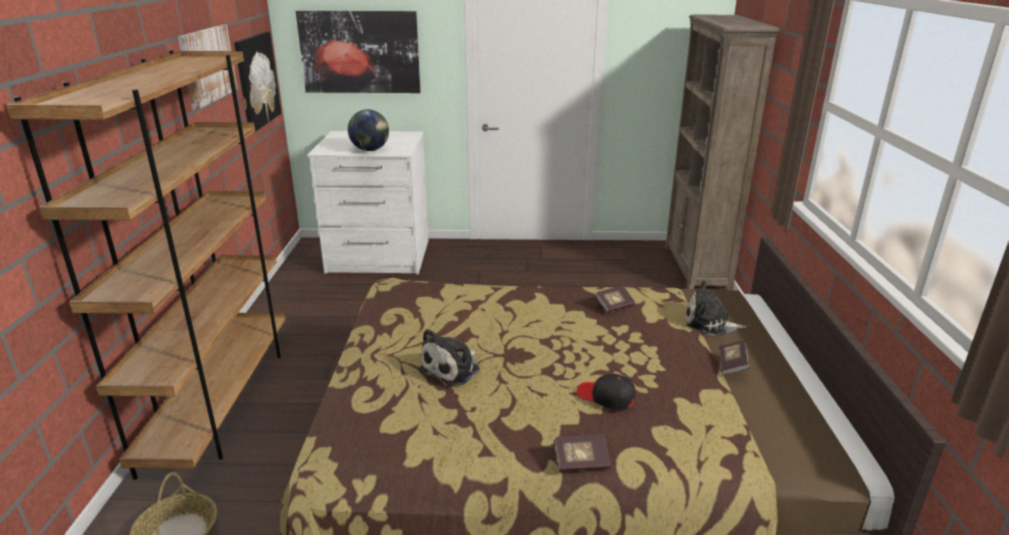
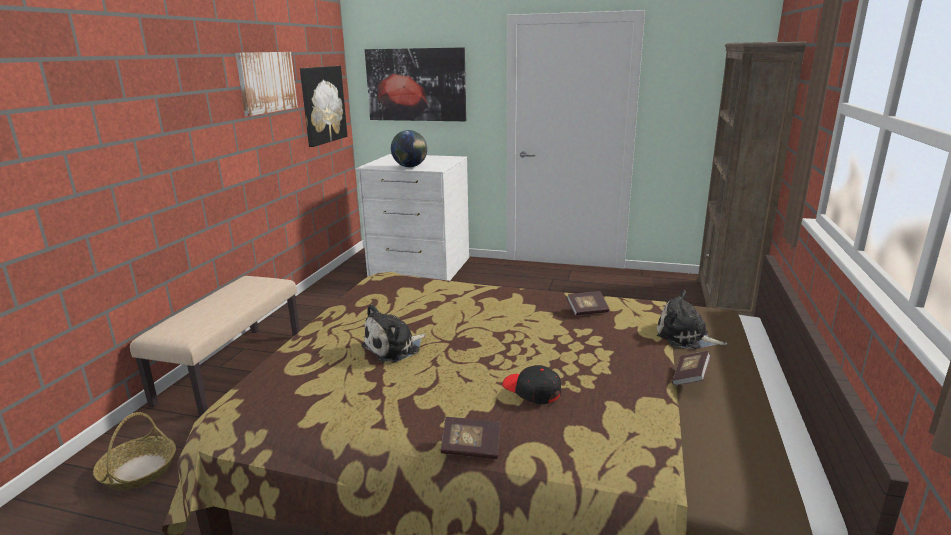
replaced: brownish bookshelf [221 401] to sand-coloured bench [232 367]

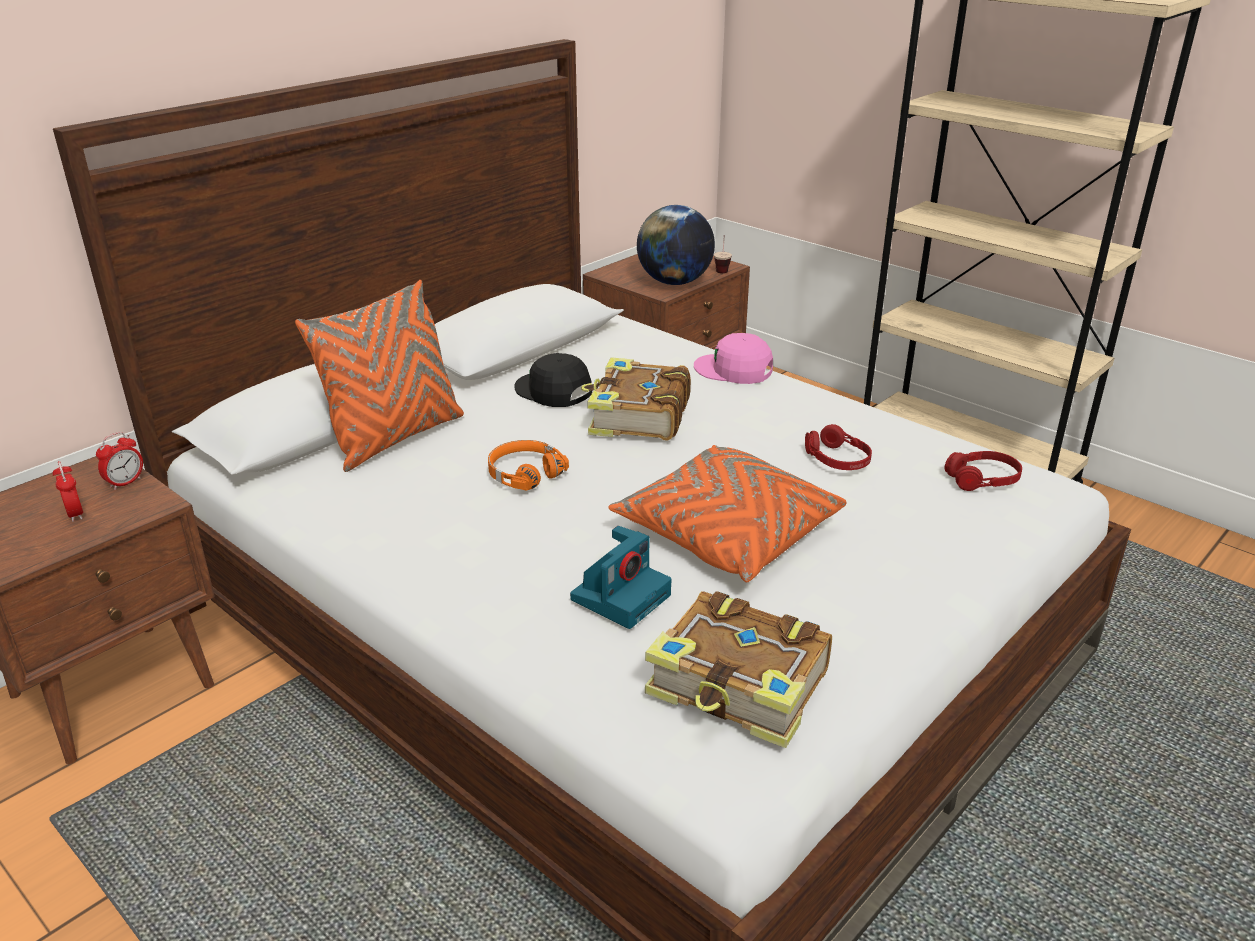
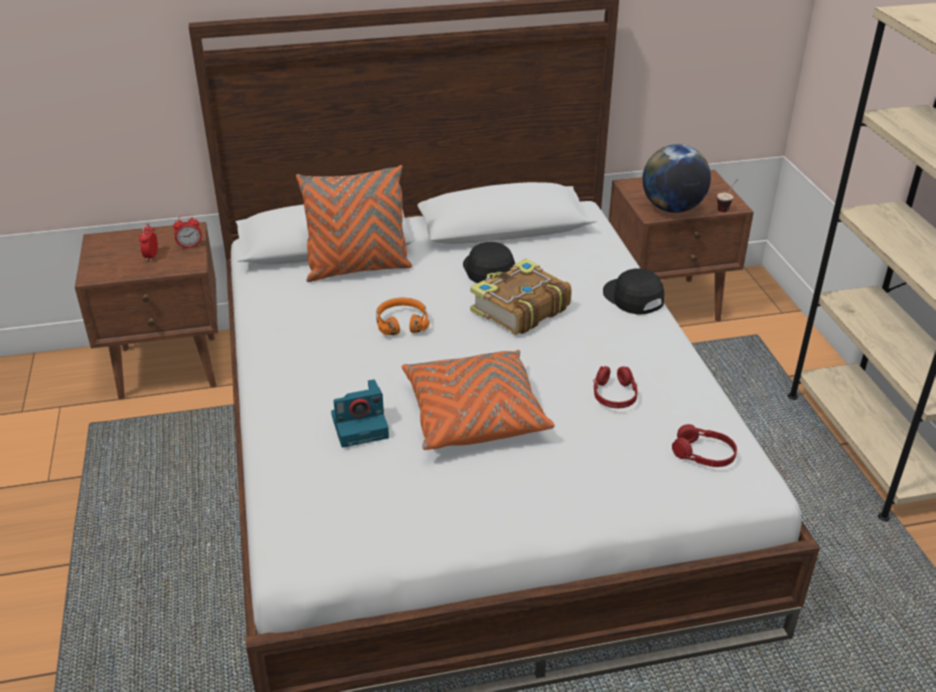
removed: volume [740 687]
recoloured: pink peaked cap [734 369] to black-coloured peaked cap [633 297]

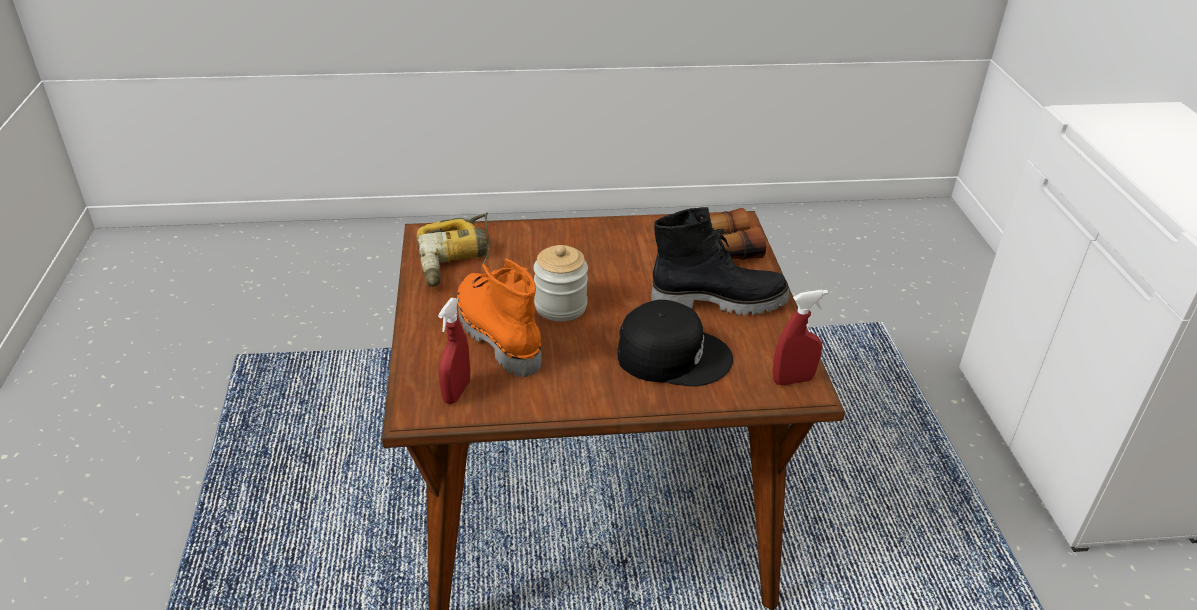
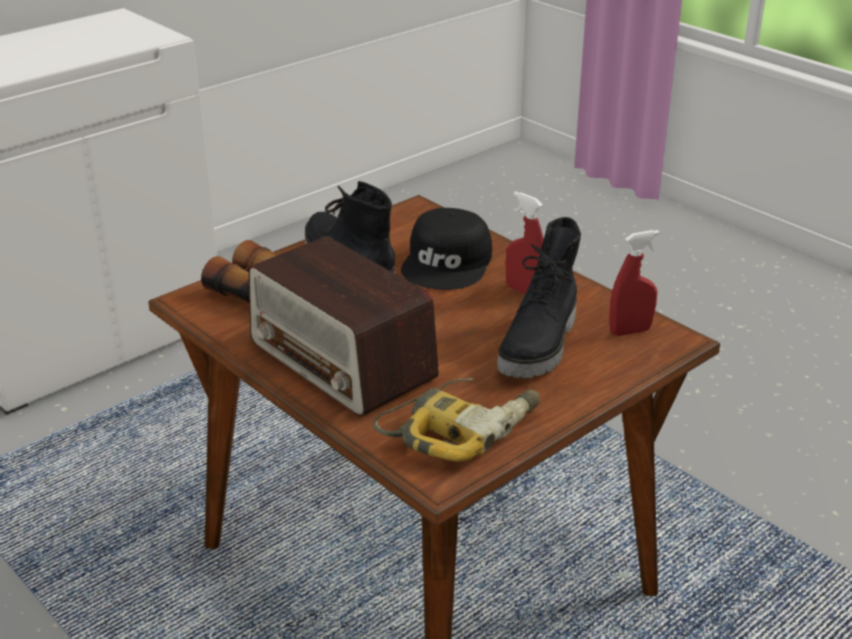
removed: jar [560 306]
added: radio set [342 361]
moved: red-coloured sprayer [793 380] to [524 291]
recoloured: orangey boot [496 335] to black-coloured boot [541 346]
turned: black-coloured peaked cap [672 354] = [448 263] 135 degrees counterclockwise

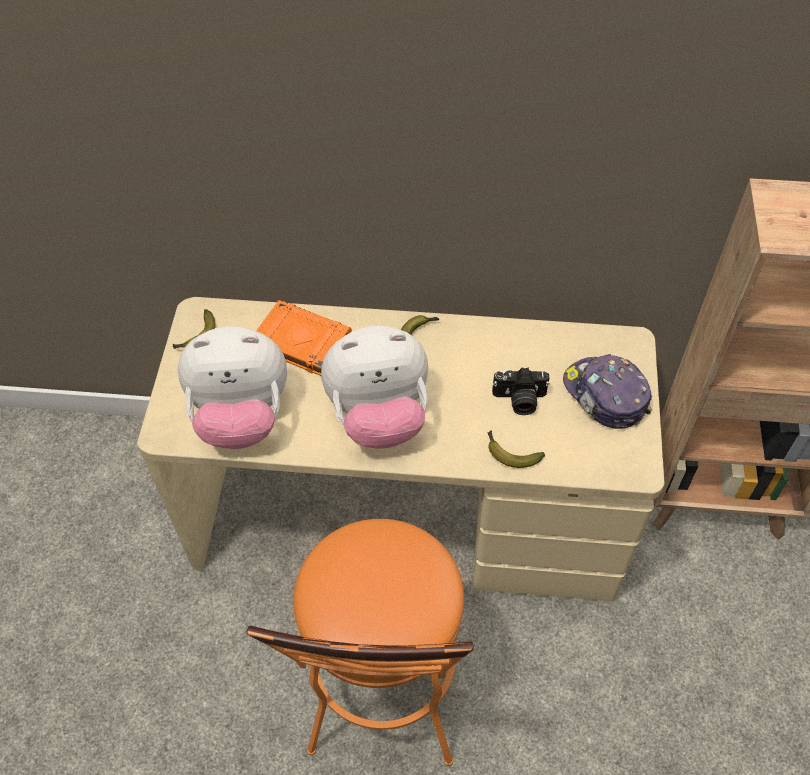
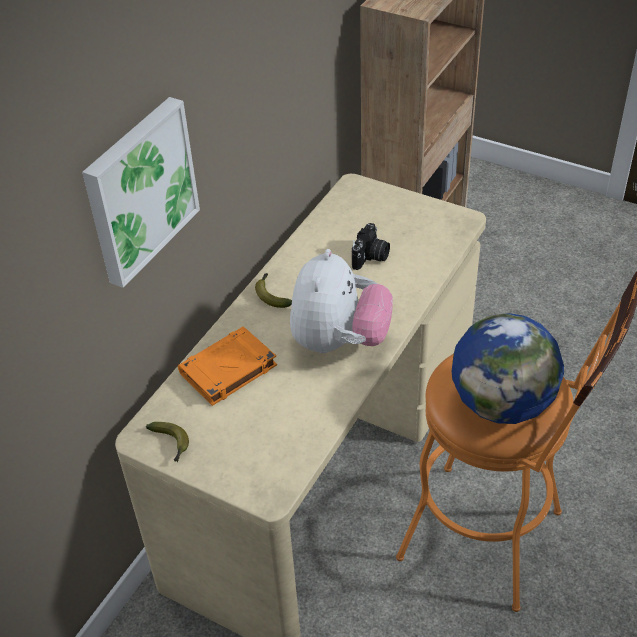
removed: cuddly toy [241 417]; peaked cap [604 396]; whole banana [510 453]
added: picture [139 190]; world globe [502 404]

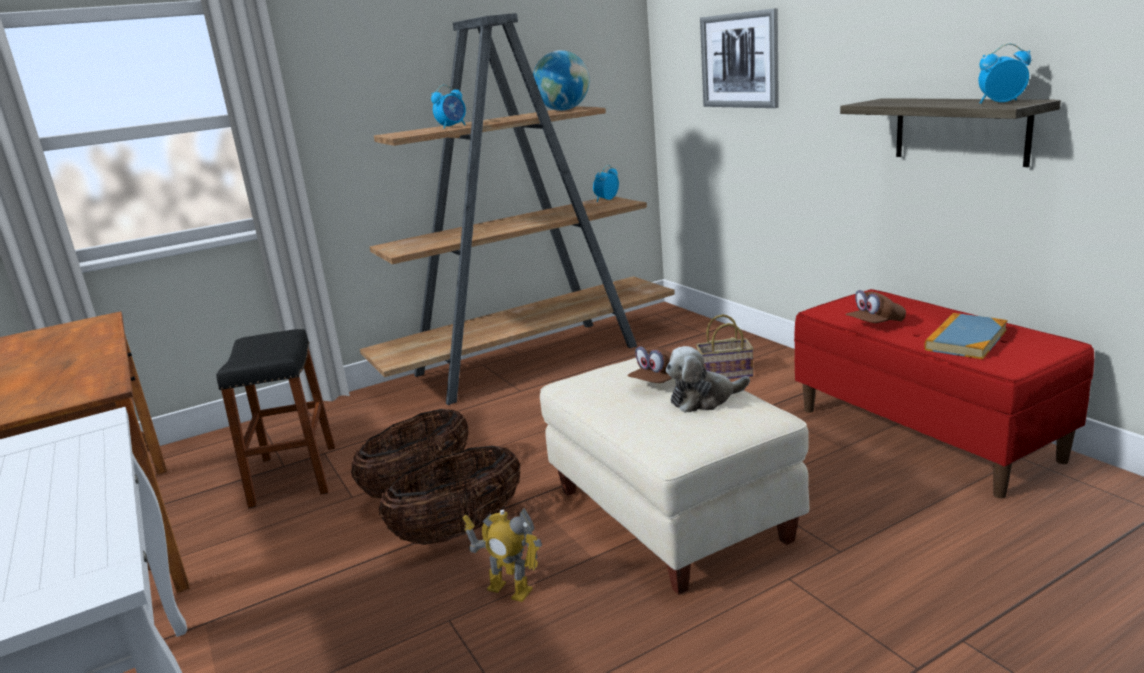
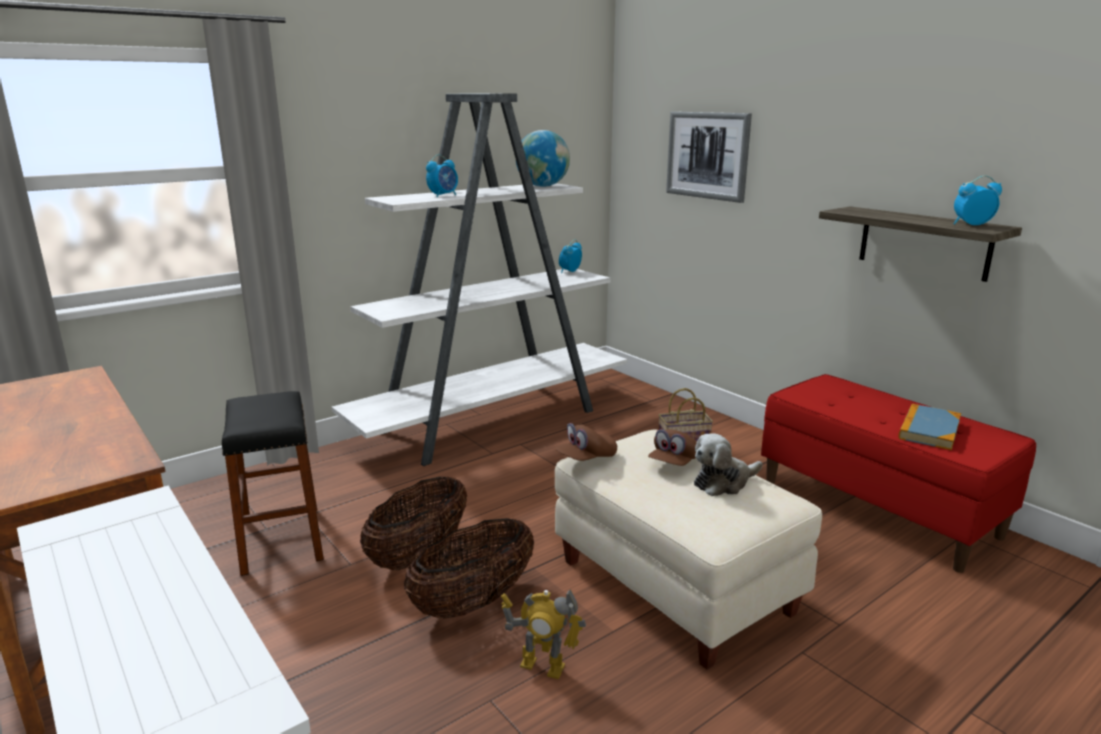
moved: brownish peaked cap [875 324] to [586 459]
recoloured: brownish bookshelf [530 360] to white-coloured bookshelf [492 421]

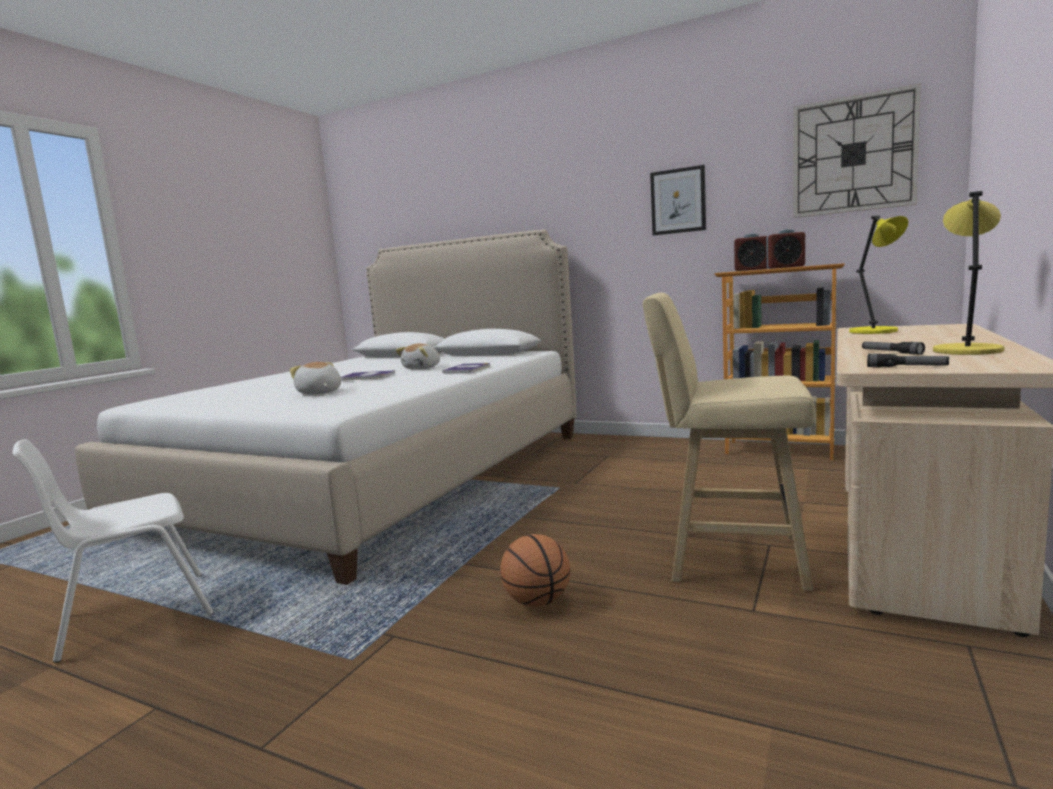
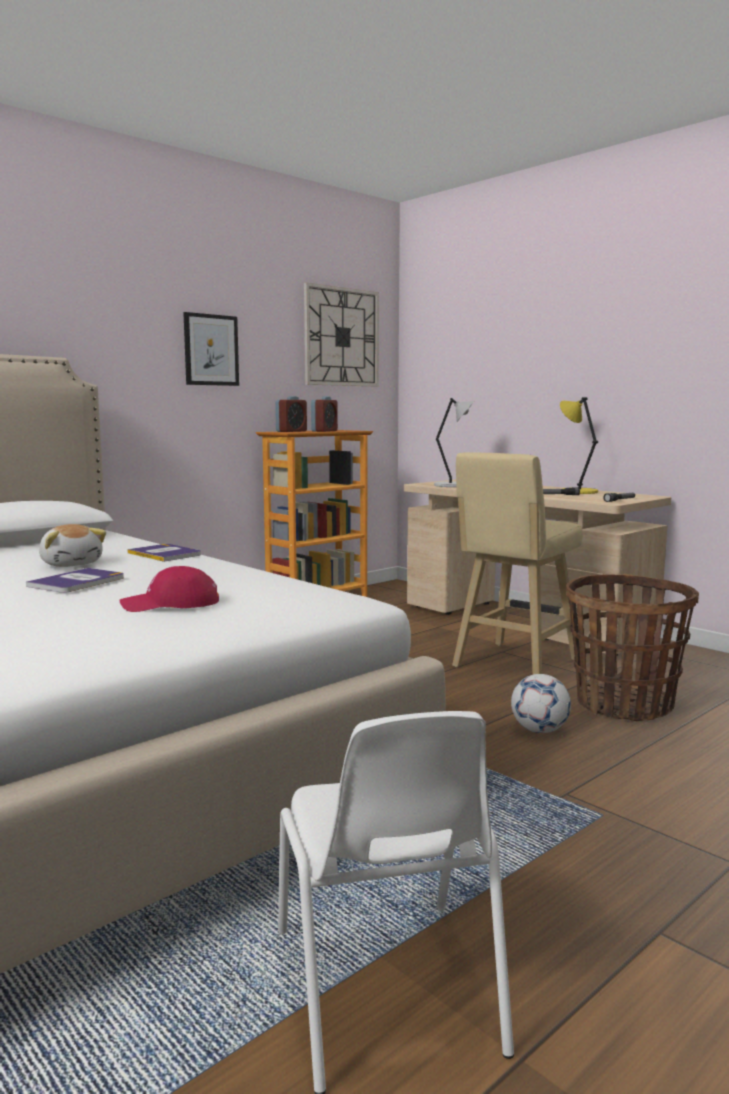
added: basket [624 705]
replaced: cuddly toy [319 393] to red-coloured peaked cap [171 604]; basketball [538 602] to football [539 730]
recoloured: yellow-coloured lamp for a table [875 331] to gray lamp for a table [452 485]

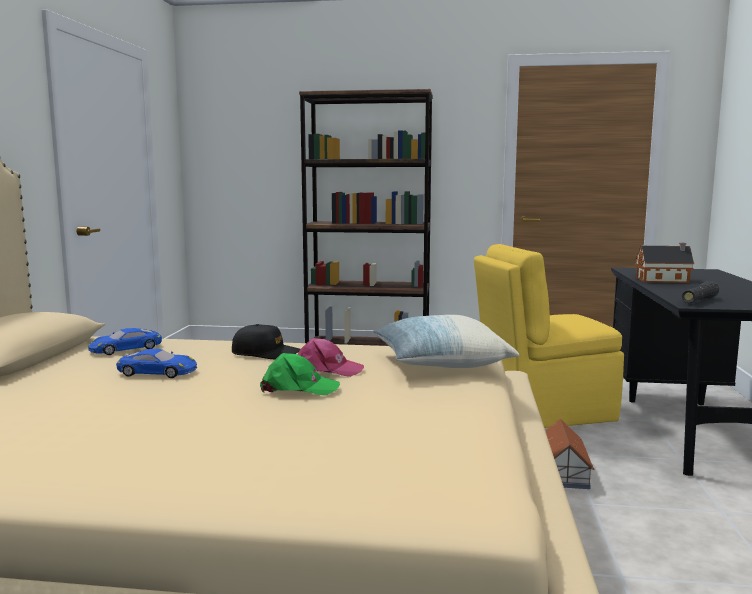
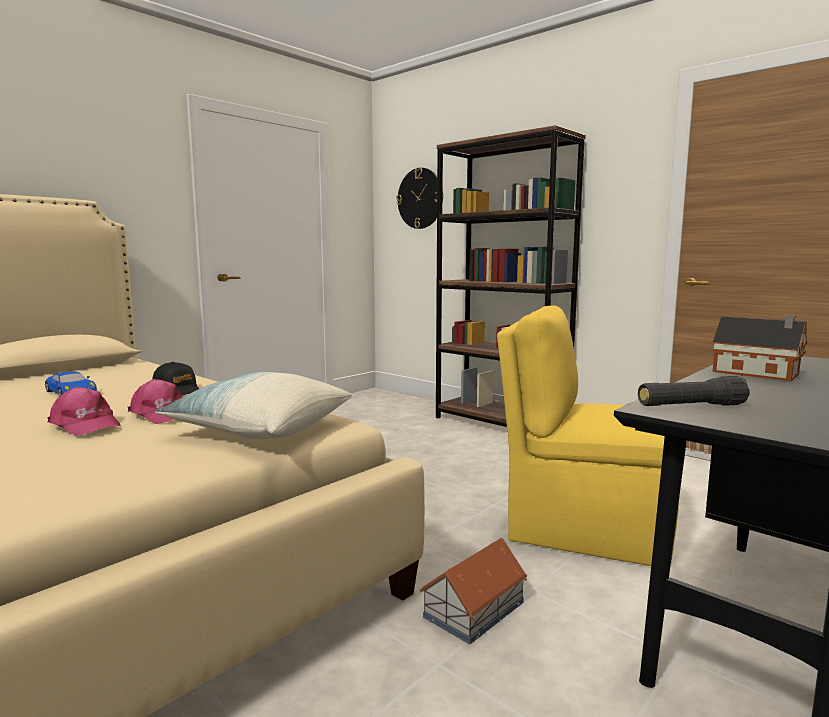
removed: bluish model car [126 349]
added: hanging clock [420 198]
recoloured: green peaked cap [298 388] to pink peaked cap [85 425]

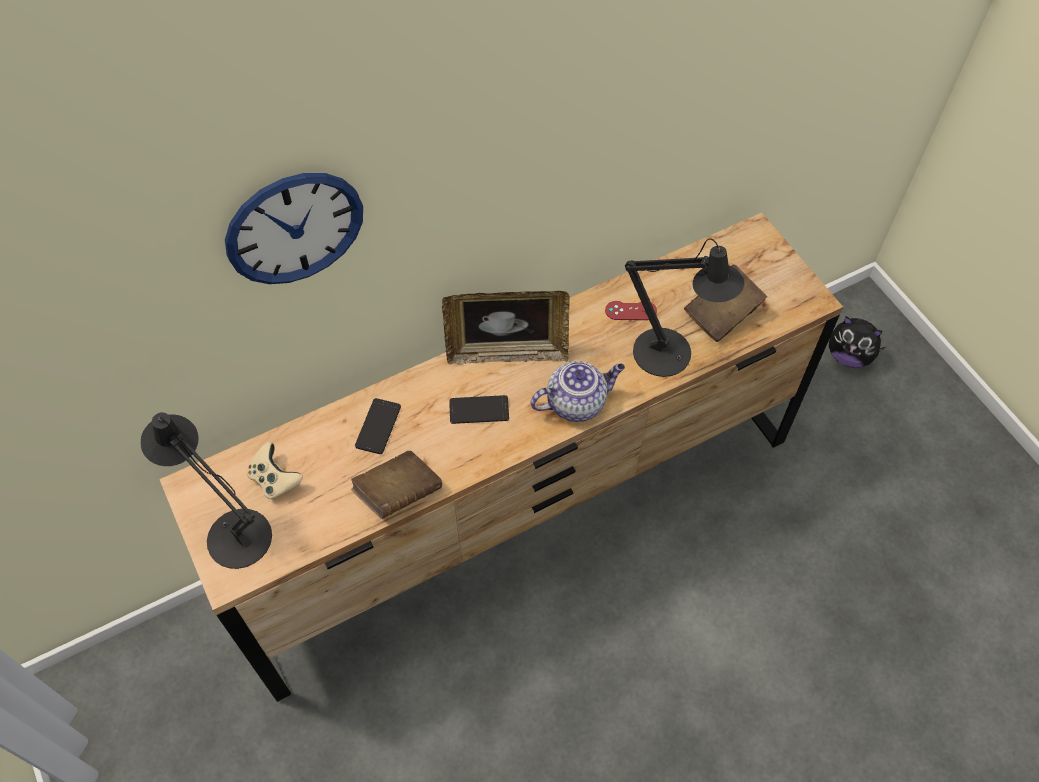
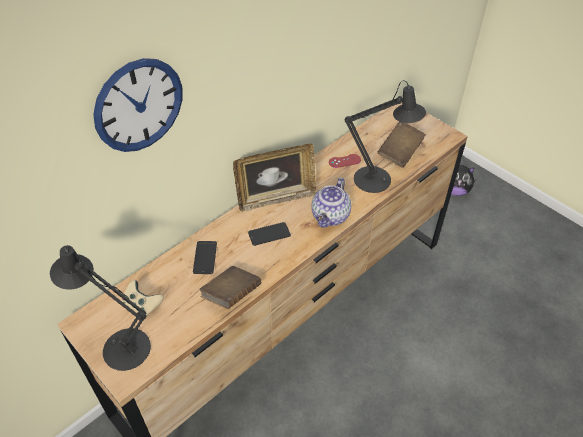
turned: tea pot [577 402] = [330 217] 150 degrees clockwise

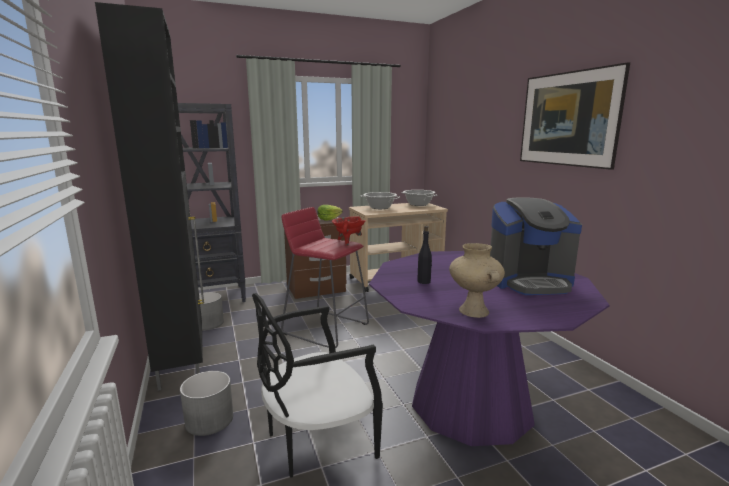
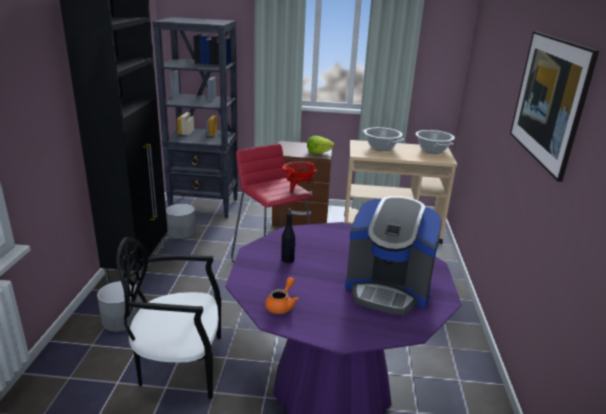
replaced: sand-coloured vase [472 311] to orangey tea pot [282 305]

